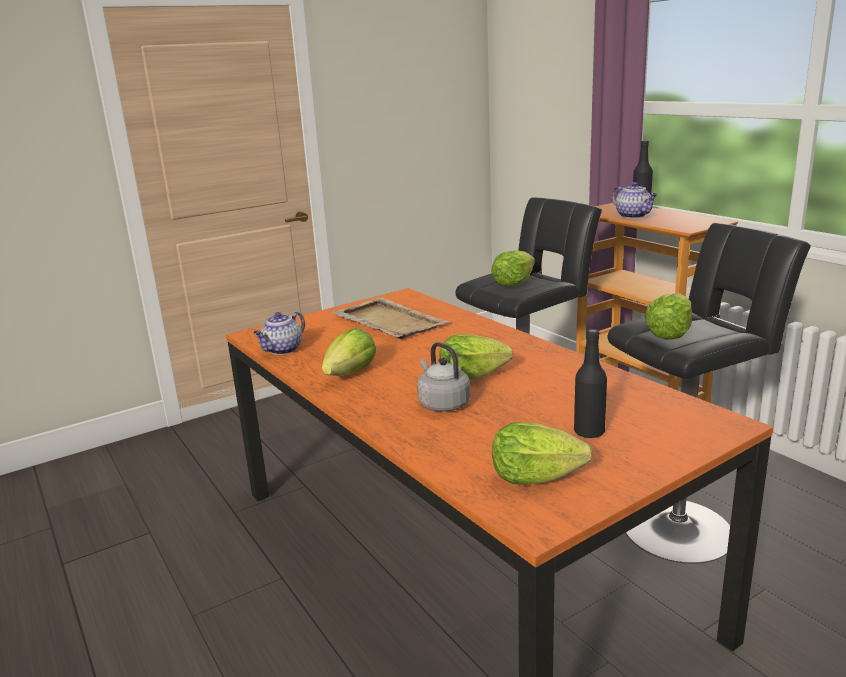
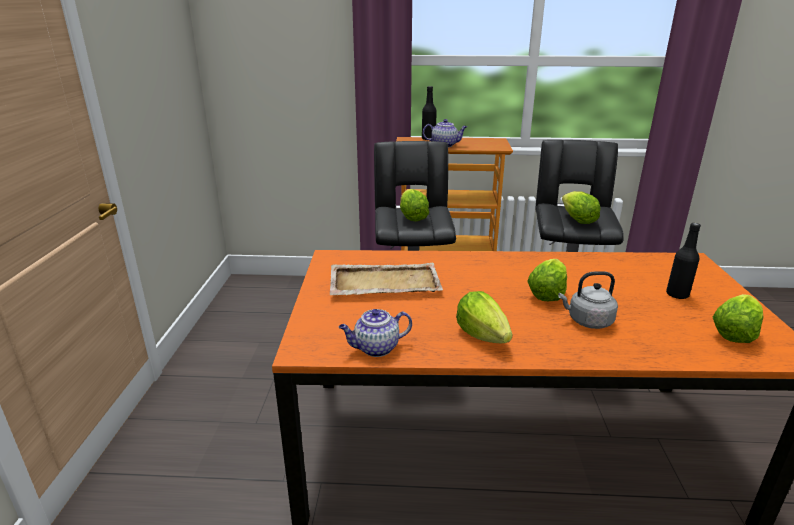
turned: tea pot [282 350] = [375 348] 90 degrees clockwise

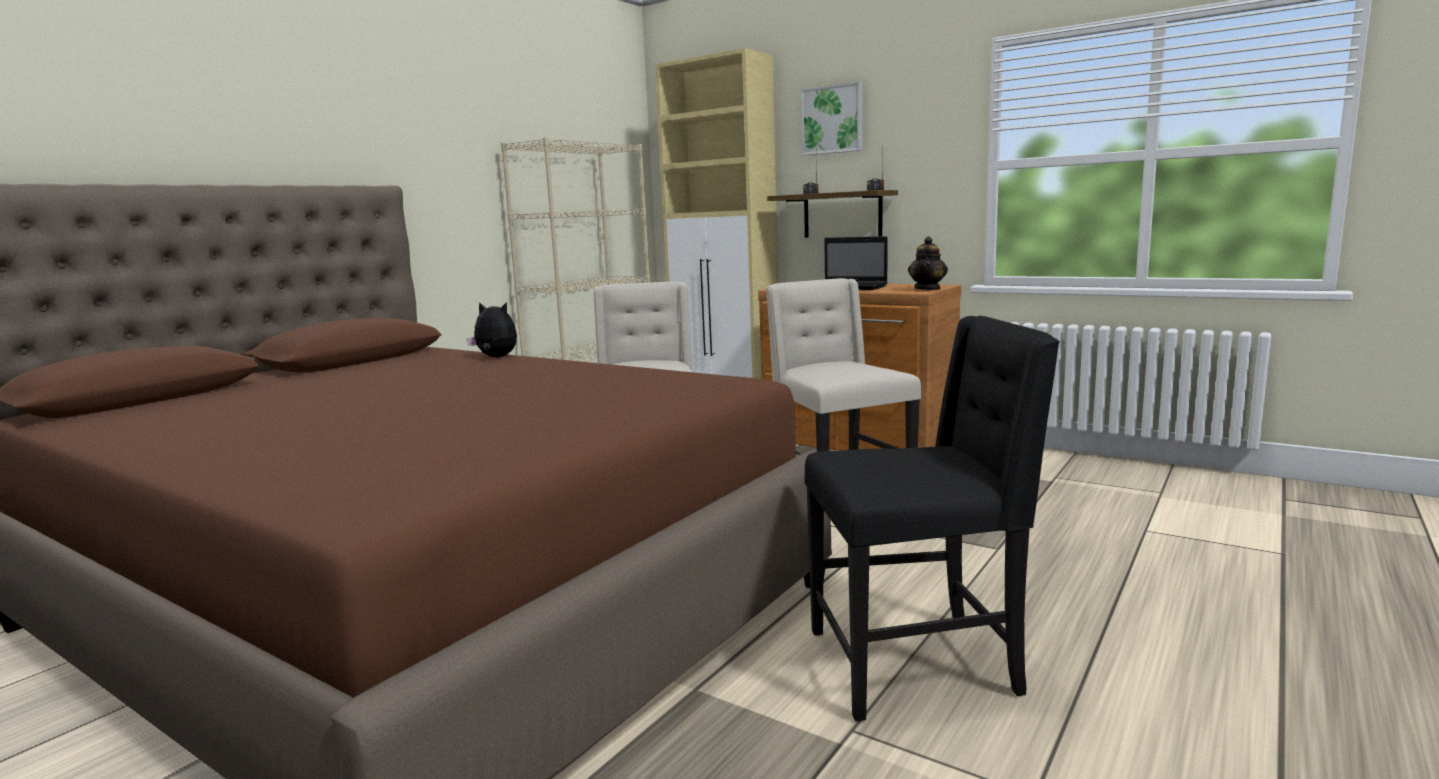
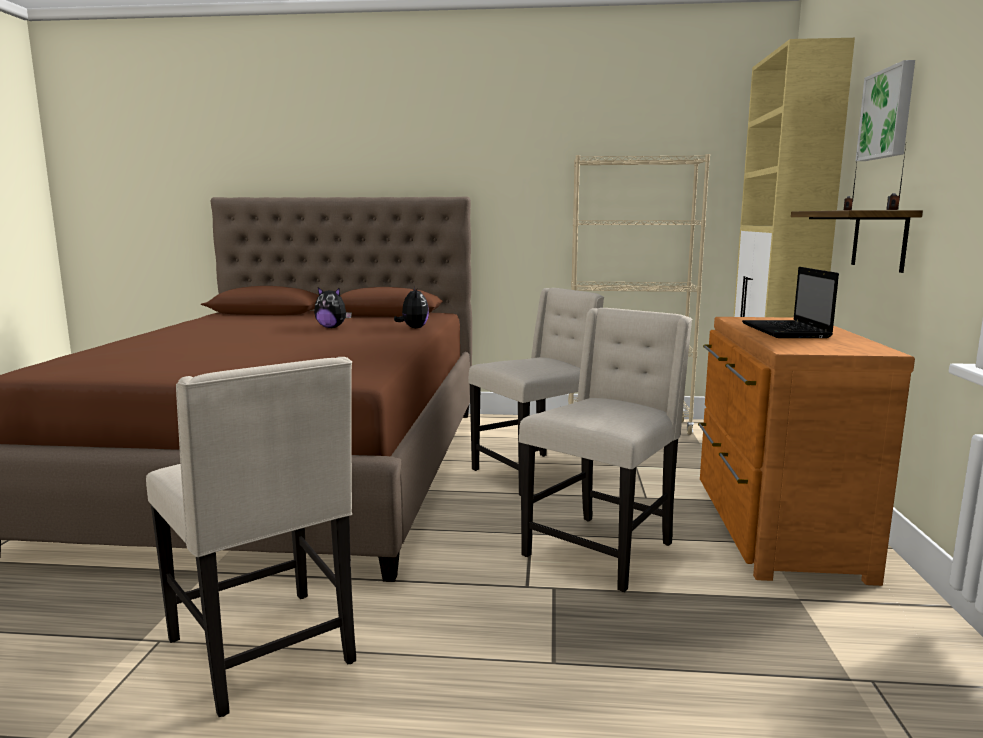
removed: tea pot [927 289]
added: cuddly toy [332 327]
recoloured: black-coloured chair [916 663] to sand-coloured chair [266 652]

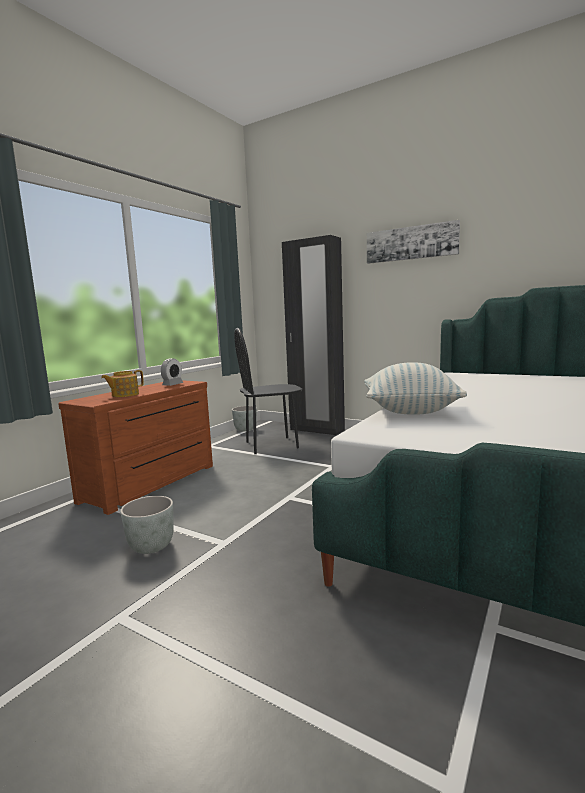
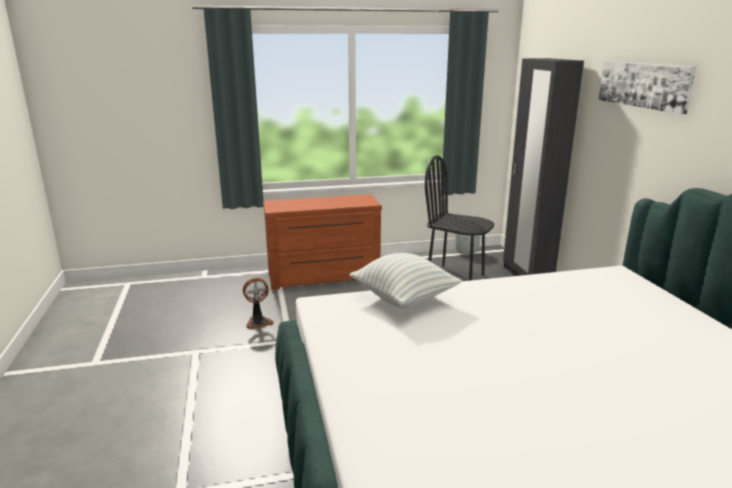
removed: table clock [172 384]; tea pot [124 395]
replaced: gray flower pot [151 546] to cooling fan [258 322]

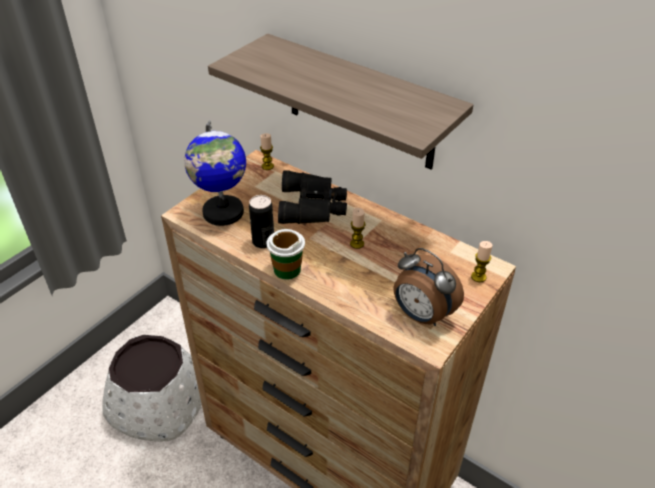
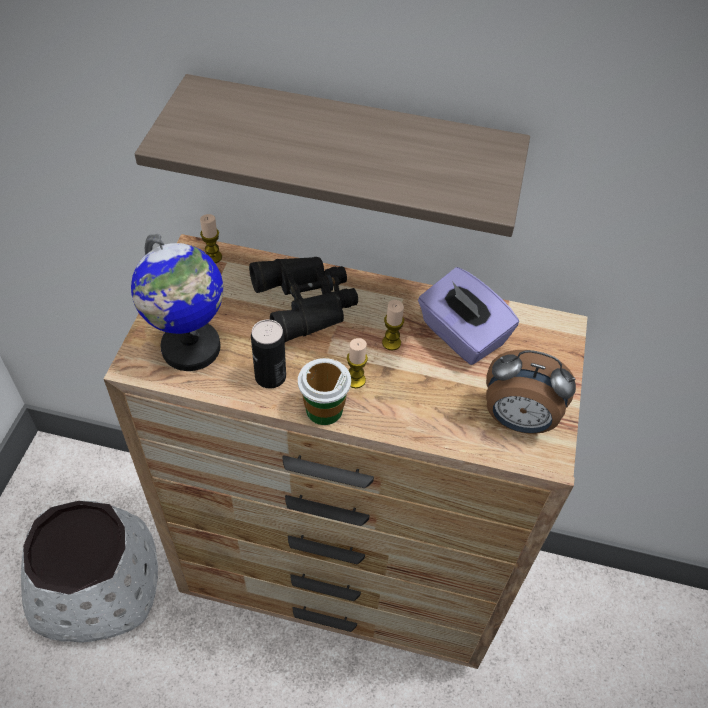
added: purplish tissue holder [461 335]
moved: candle [478 277] to [355 380]

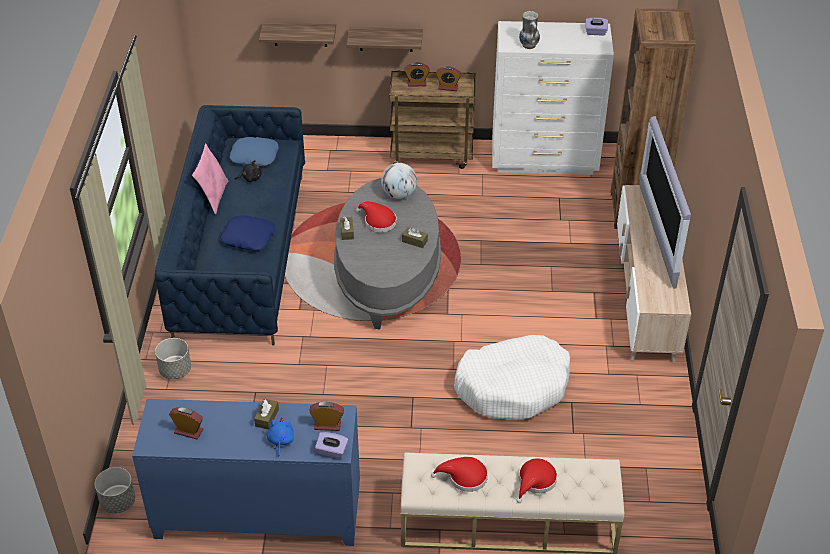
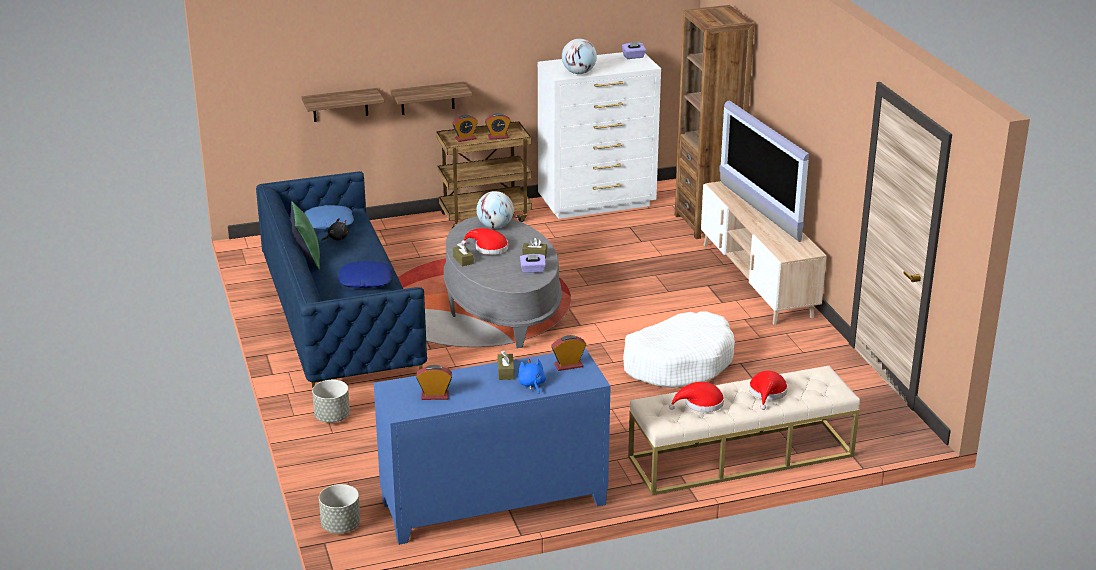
moved: purplish tissue holder [332 451] to [532 270]
replaced: vase [528 45] to world globe [579 73]
recoloured: pink pillow [213 197] to green pillow [307 258]

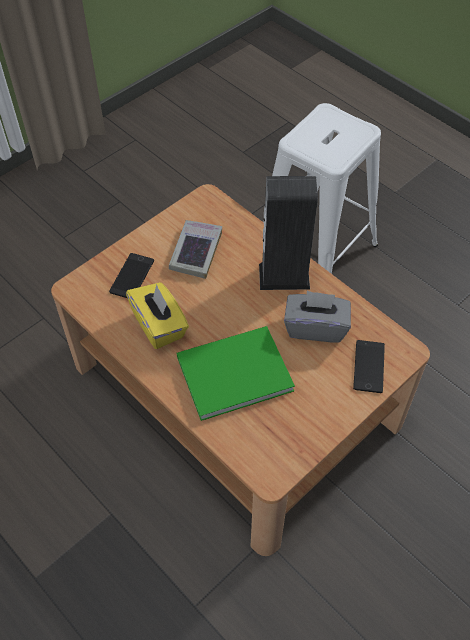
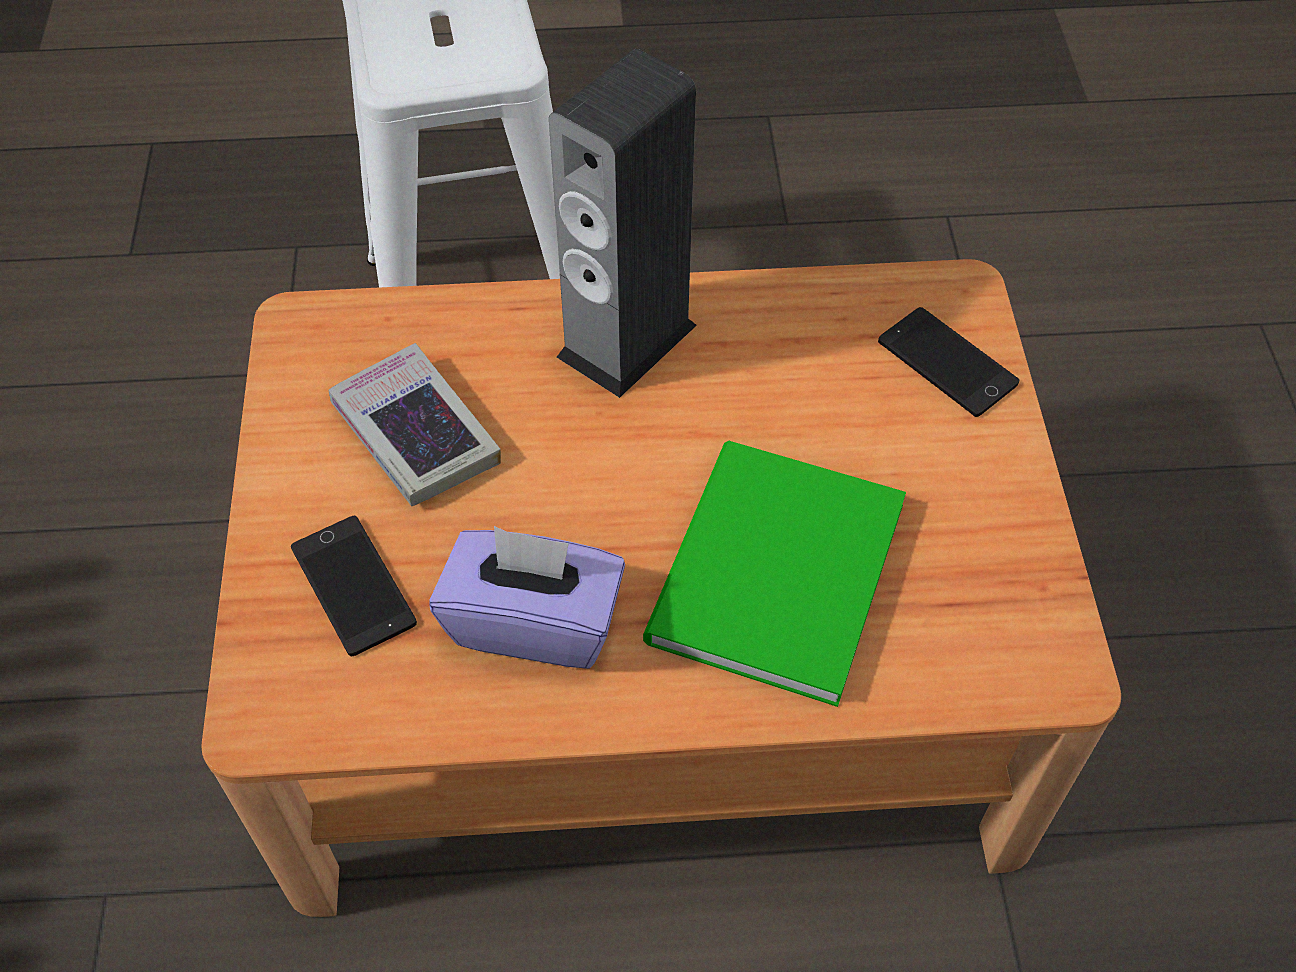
removed: gray tissue holder [315 327]
recoloured: yellow-coloured tissue holder [159 325] to purplish tissue holder [534 622]

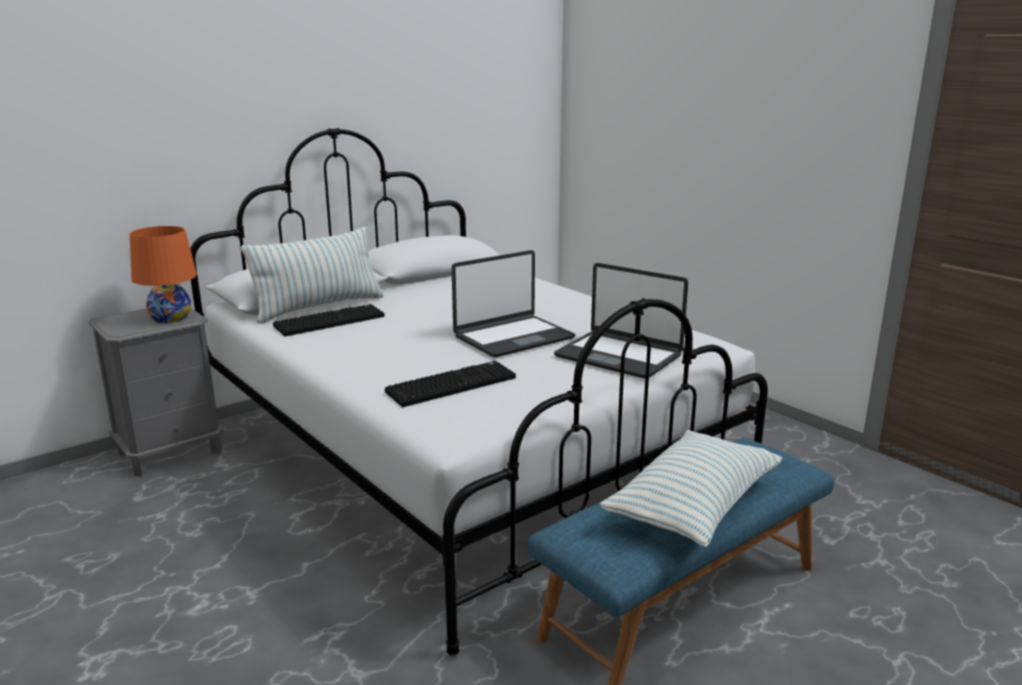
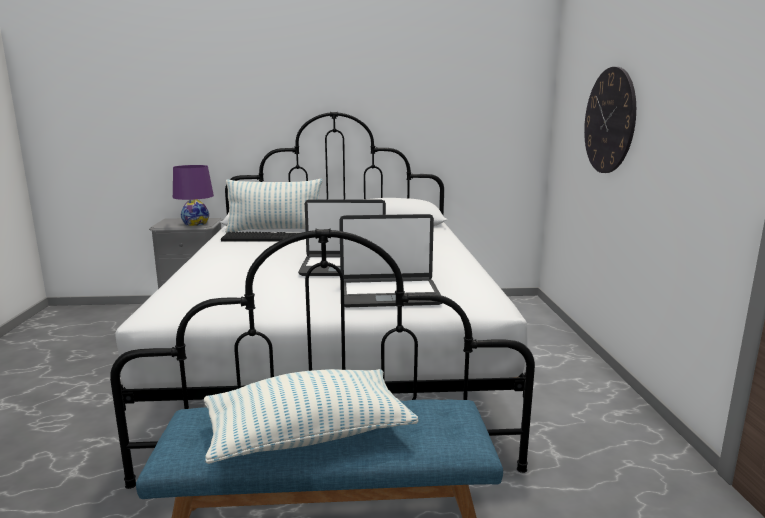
removed: PC keyboard [451 384]
added: hanging clock [609 121]
recoloured: orangey lamp for a table [170 318] to purplish lamp for a table [195 223]
turned: portable computer [619 356] = [389 294] 75 degrees counterclockwise

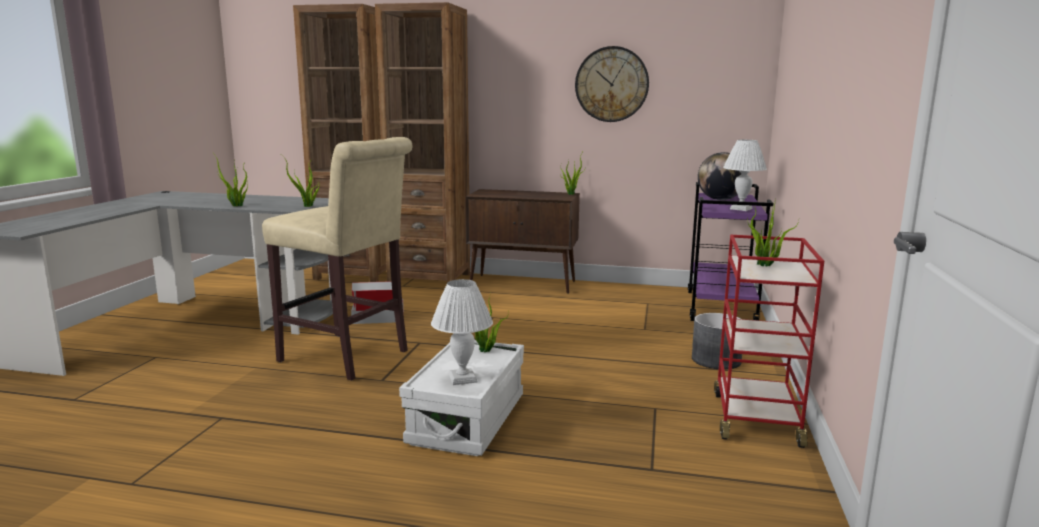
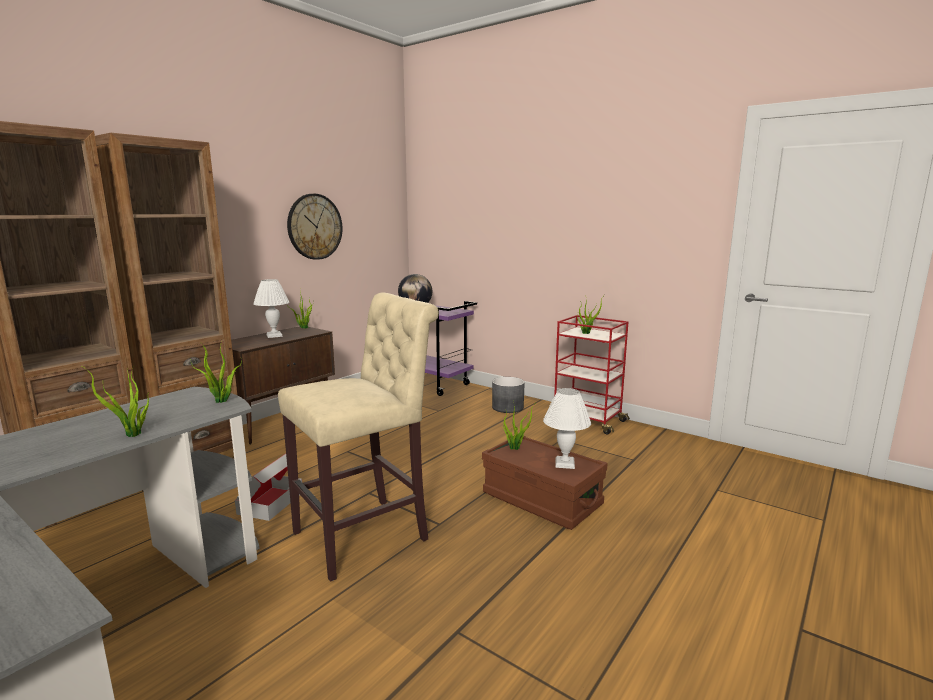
moved: white-coloured lamp for a table [741 209] to [274 336]
recoloured: white-coloured storage bin [467 419] to brownish storage bin [541 500]

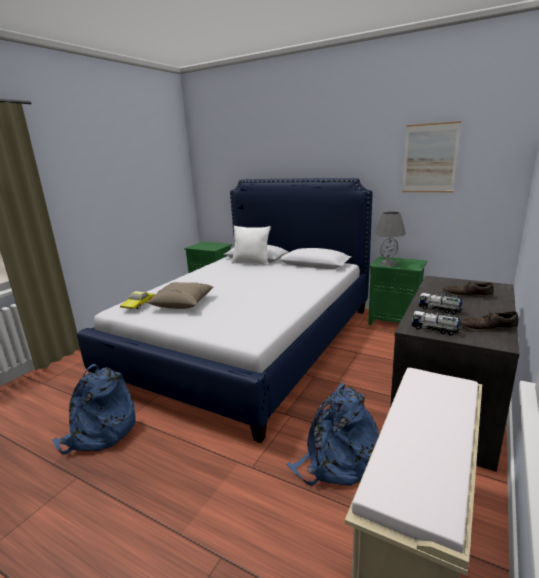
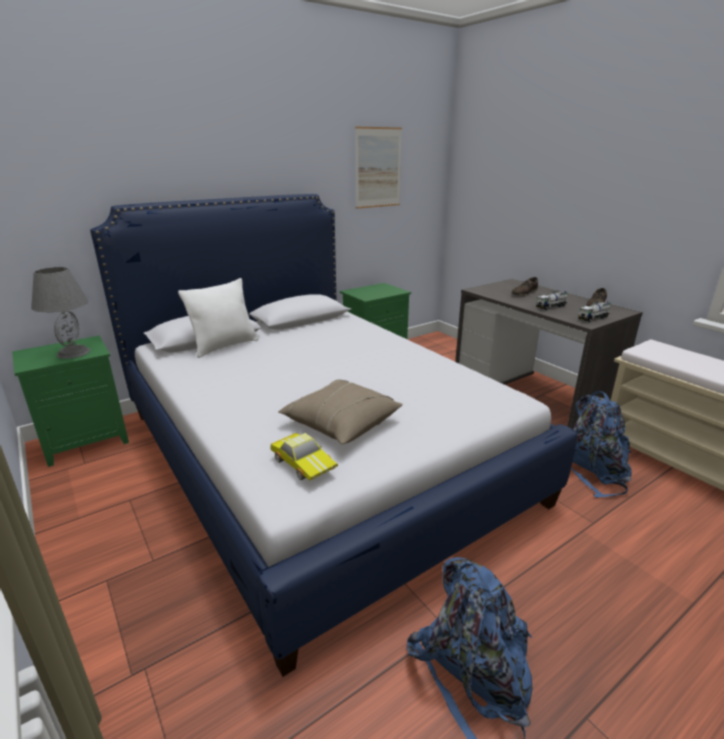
moved: gray lamp for a table [388 263] to [73 352]

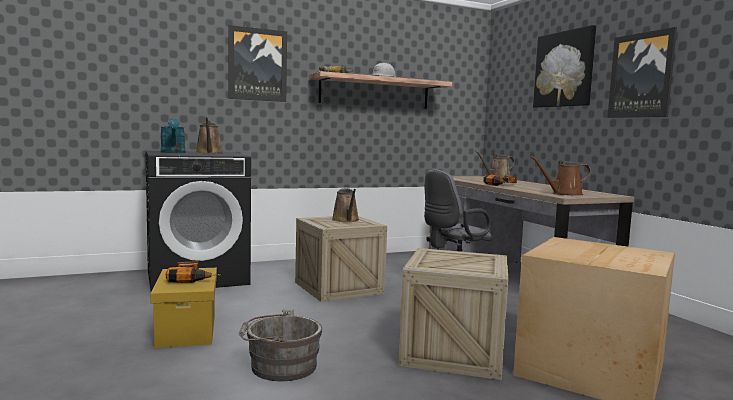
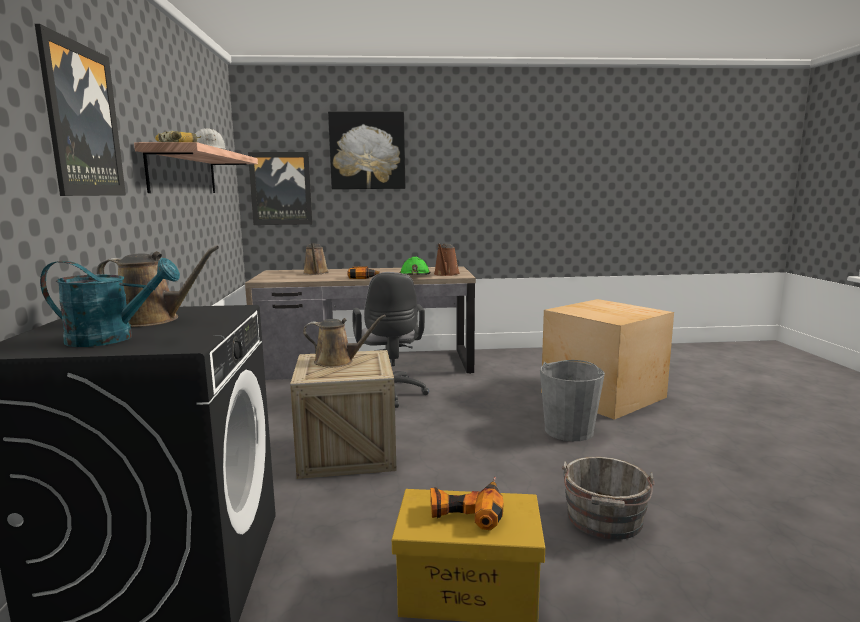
added: green work helmet [415 276]
moved: picture [641 75] to [281 188]
replaced: crate [453 352] to gray bucket [569 430]

